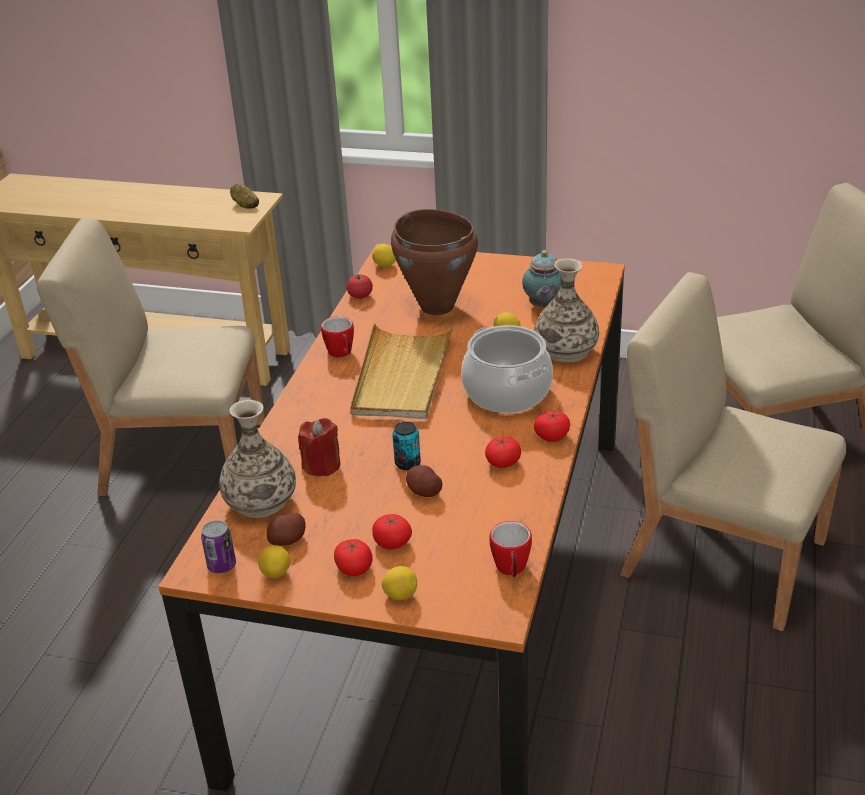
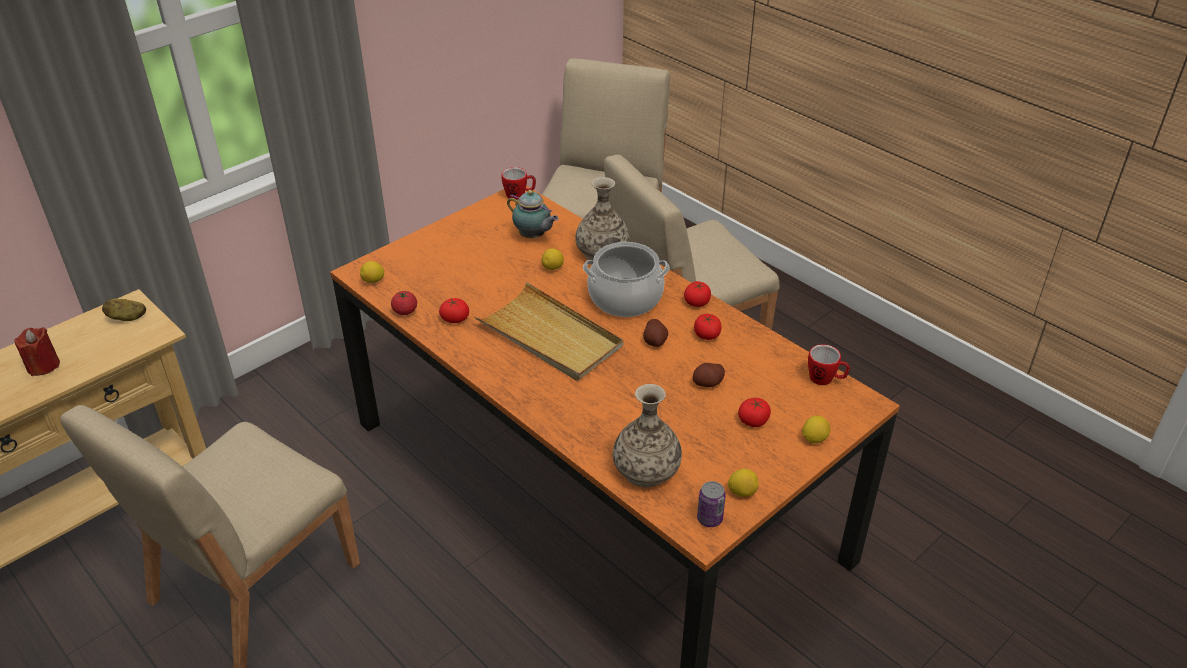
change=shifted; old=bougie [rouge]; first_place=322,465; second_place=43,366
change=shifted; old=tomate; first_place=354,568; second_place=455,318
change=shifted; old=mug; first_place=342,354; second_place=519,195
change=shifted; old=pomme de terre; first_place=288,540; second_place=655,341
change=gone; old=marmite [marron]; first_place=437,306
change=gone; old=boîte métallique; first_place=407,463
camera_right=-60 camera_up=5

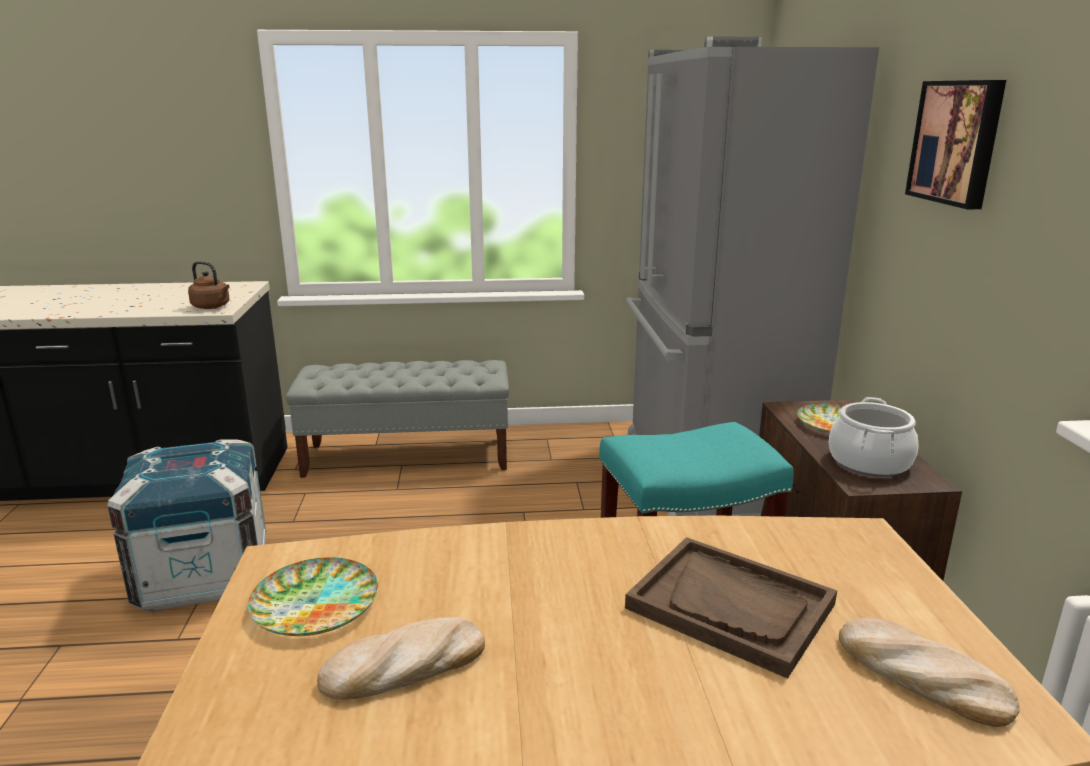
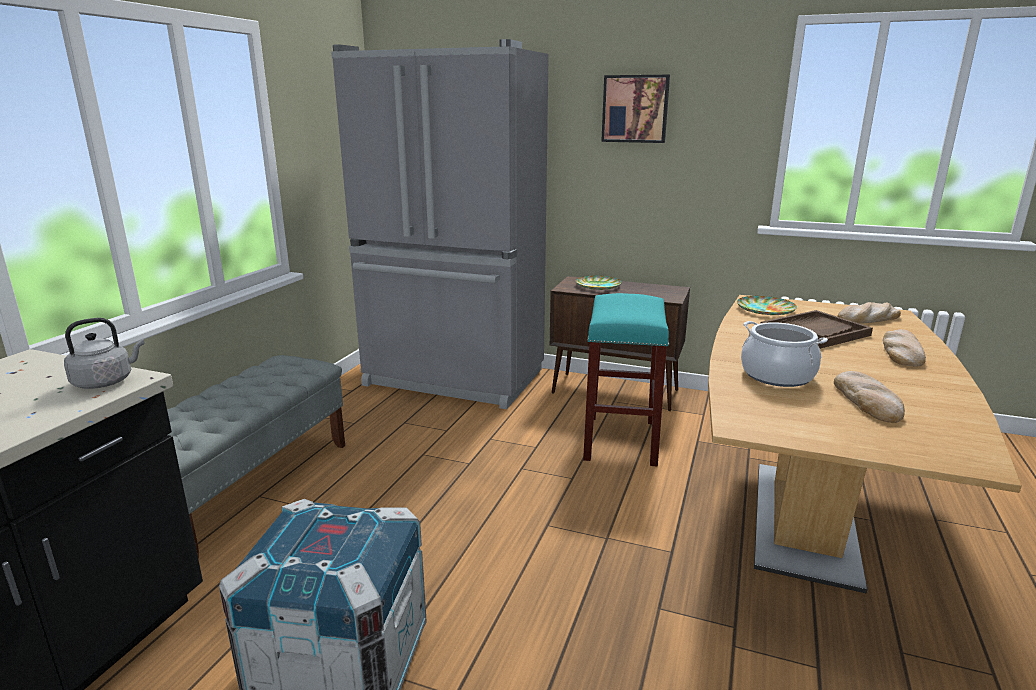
change=repainted; old=bouilloire [marron]; new=bouilloire [gris]; first_place=212,307; second_place=106,382
change=shifted; old=assiette; first_place=315,603; second_place=765,309
change=shifted; old=marmite; first_place=869,462; second_place=777,375
change=new; new=pain; second_place=901,352
camera_right=-65 camera_up=0

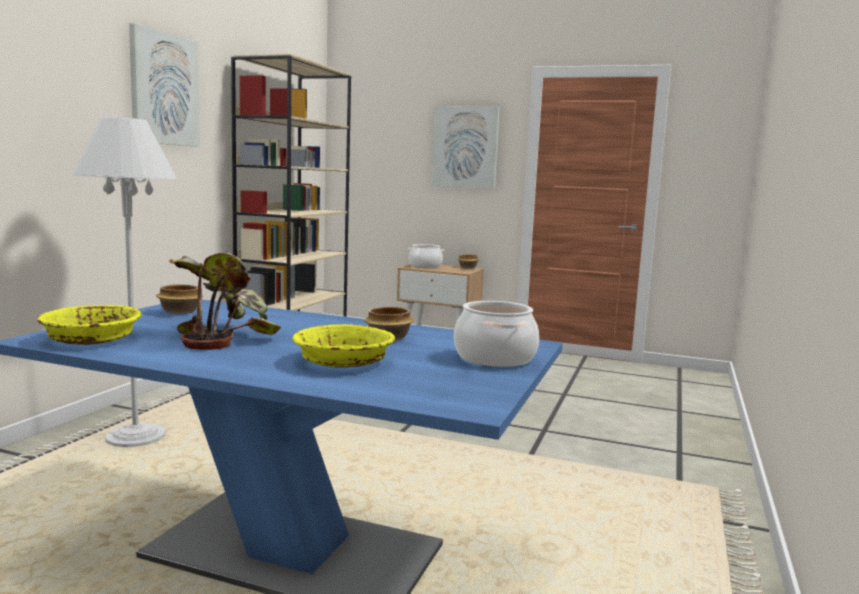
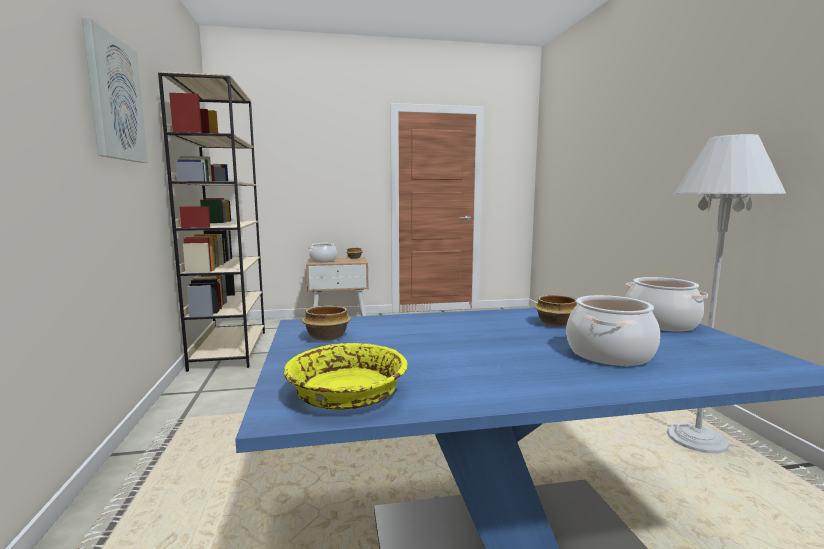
change=swapped; old=bol [jaune]; new=marmite; first_place=344,362; second_place=609,353
change=shifted; old=lampadaire [blanc]; first_place=136,437; second_place=696,439
change=gone; old=plante en pot; first_place=223,336
change=gone; old=tableau; first_place=465,147
camera_right=-30 camera_up=0

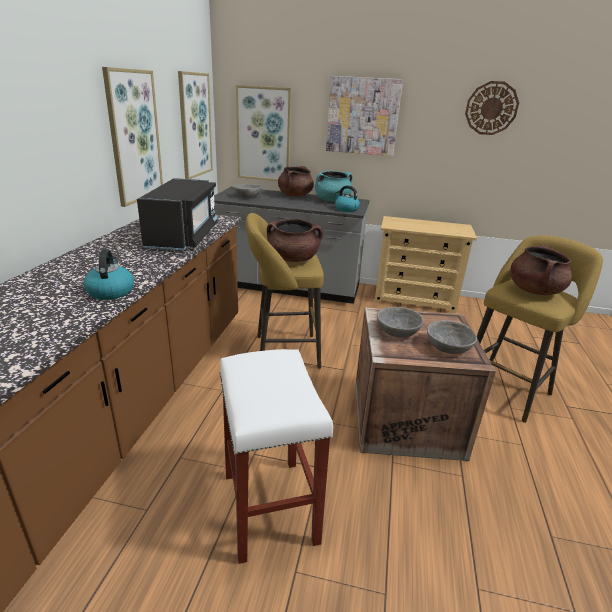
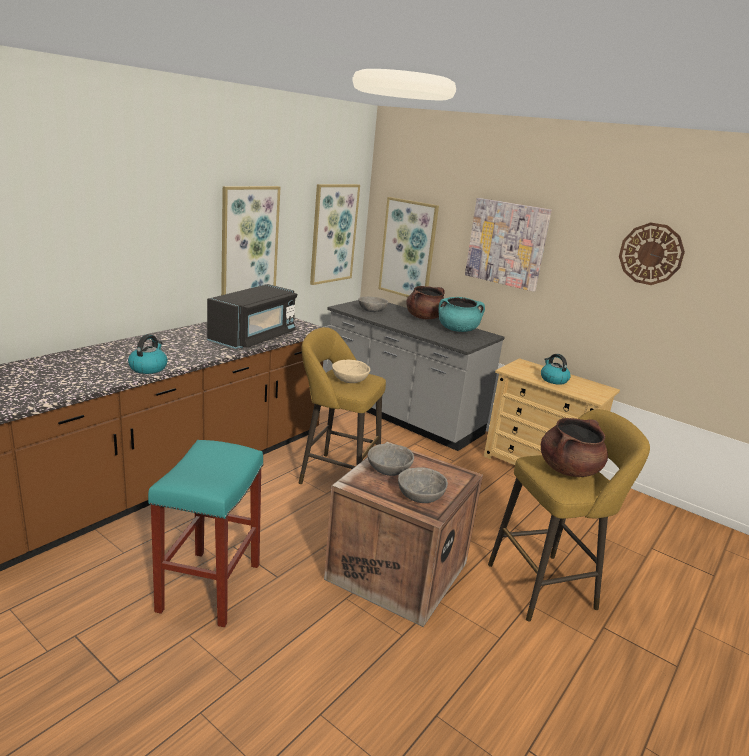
change=repainted; old=tabouret [blanc]; new=tabouret [turquoise]; first_place=271,508; second_place=210,588
change=swapped; old=marmite [marron]; new=bol [beige]; first_place=293,259; second_place=350,380
change=shifted; old=bouilloire; first_place=346,209; second_place=553,380
camera_right=25 camera_up=-5

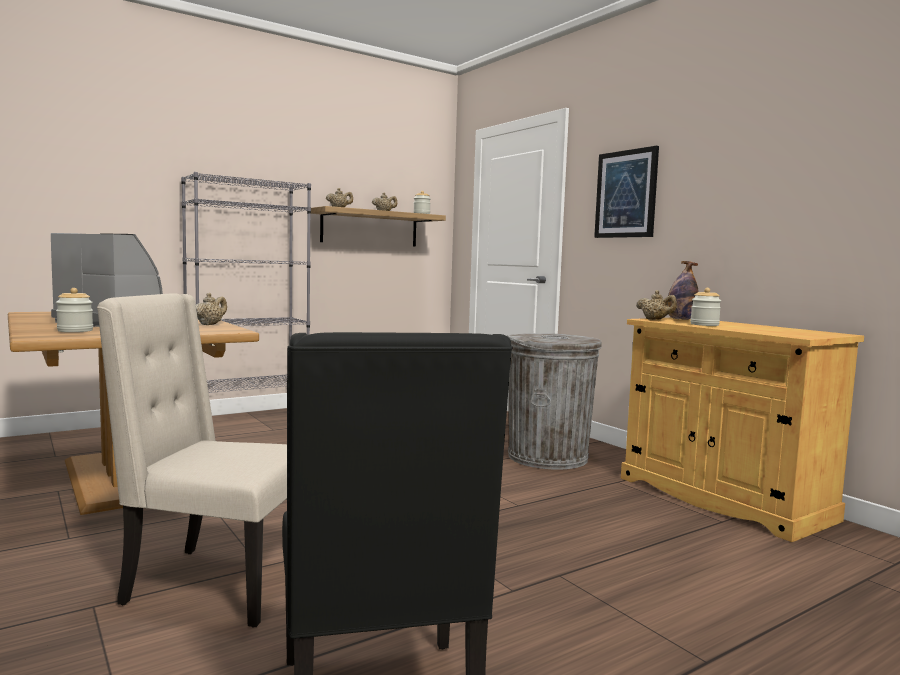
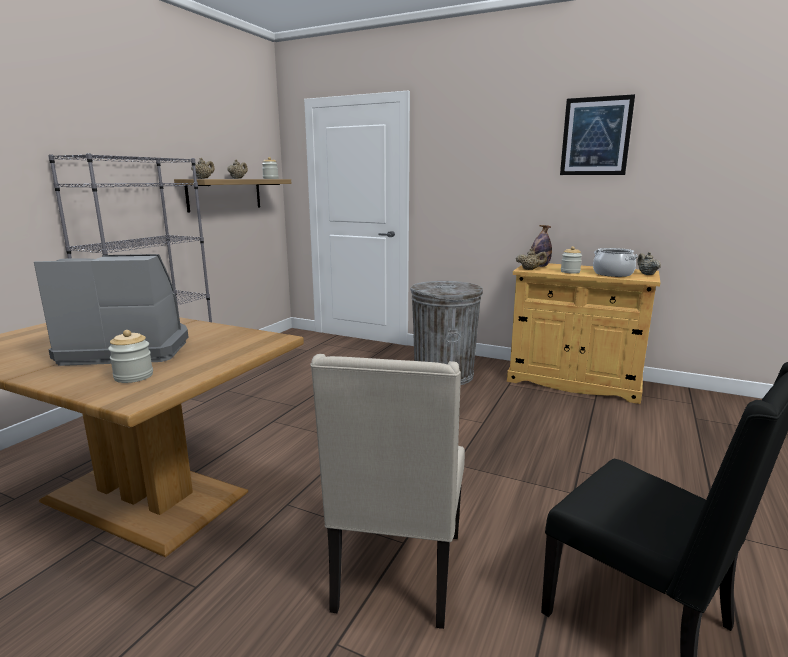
change=rotated; old=chaise [beige]; first_place=216,583; second_place=396,573; degrees=-60
change=shifted; old=tableau; first_place=626,194; second_place=596,136
change=new; new=marmite; second_place=612,274
change=shifted; old=théière [beige]; first_place=210,324; second_place=646,274
camera_right=-30 camera_up=10

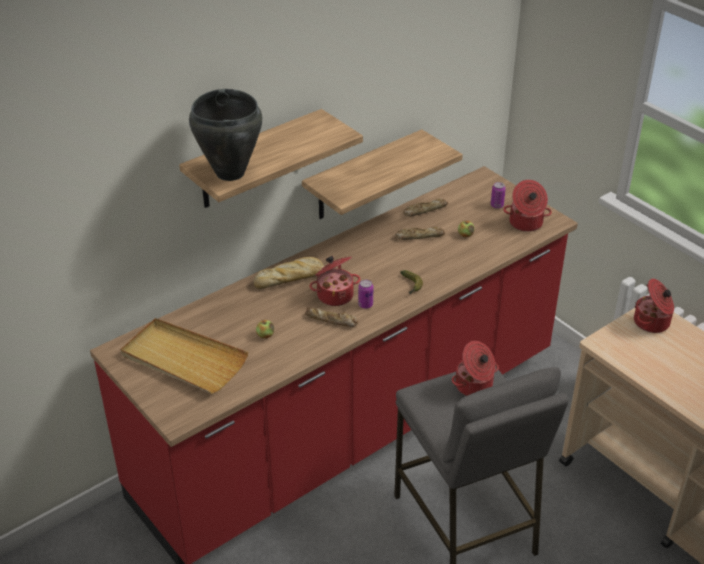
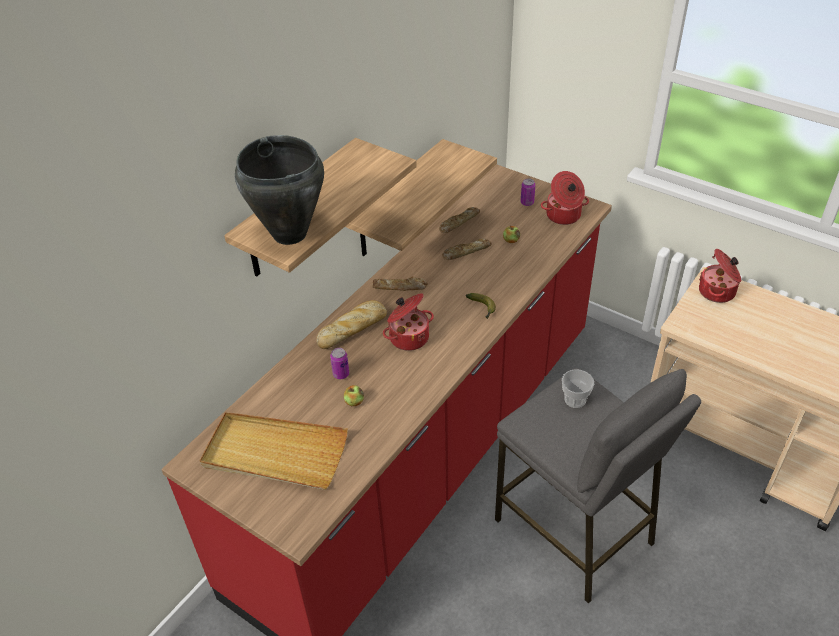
change=shifted; old=boîte métallique; first_place=365,305; second_place=341,374
change=shifted; old=pain; first_place=331,320; second_place=400,287
change=swapped; old=marmite; new=tasse; first_place=474,386; second_place=575,399
camera_right=-15 camera_up=5

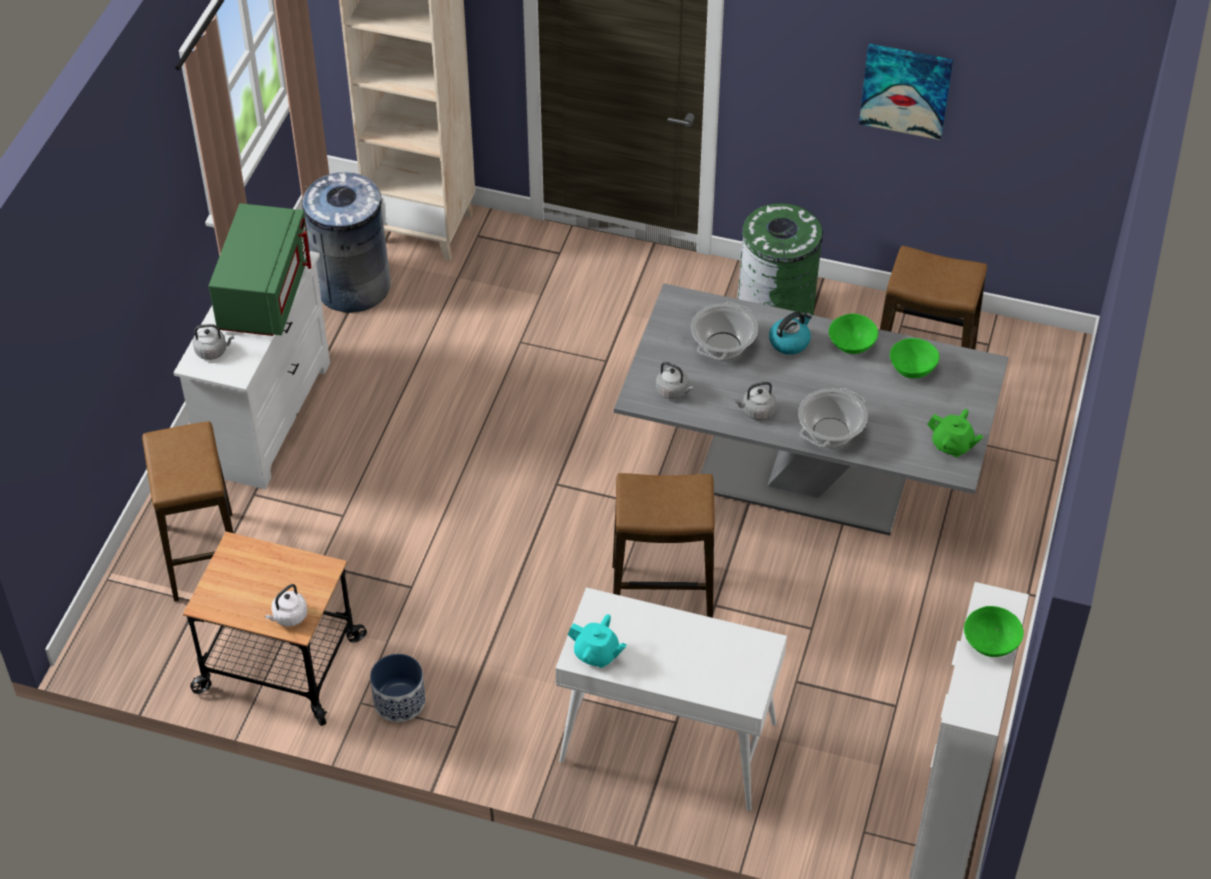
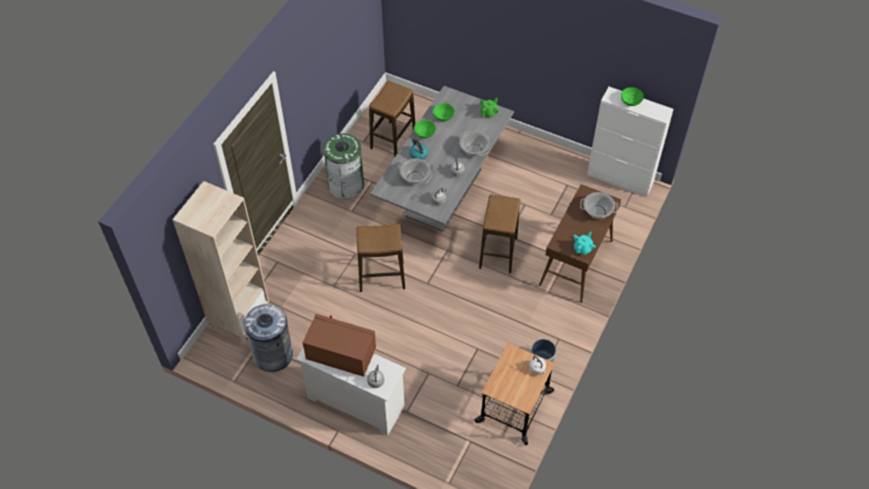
change=repainted; old=micro-ondes [vert]; new=micro-ondes [marron]; first_place=263,294; second_place=340,355
change=shifted; old=tabouret; first_place=203,556; second_place=381,277
change=repainted; old=table console [blanc]; new=table console [marron]; first_place=667,743; second_place=576,263
change=new; new=marmite; second_place=597,212
change=gone; old=tableau; first_place=906,90
camera_right=-80 camera_up=5

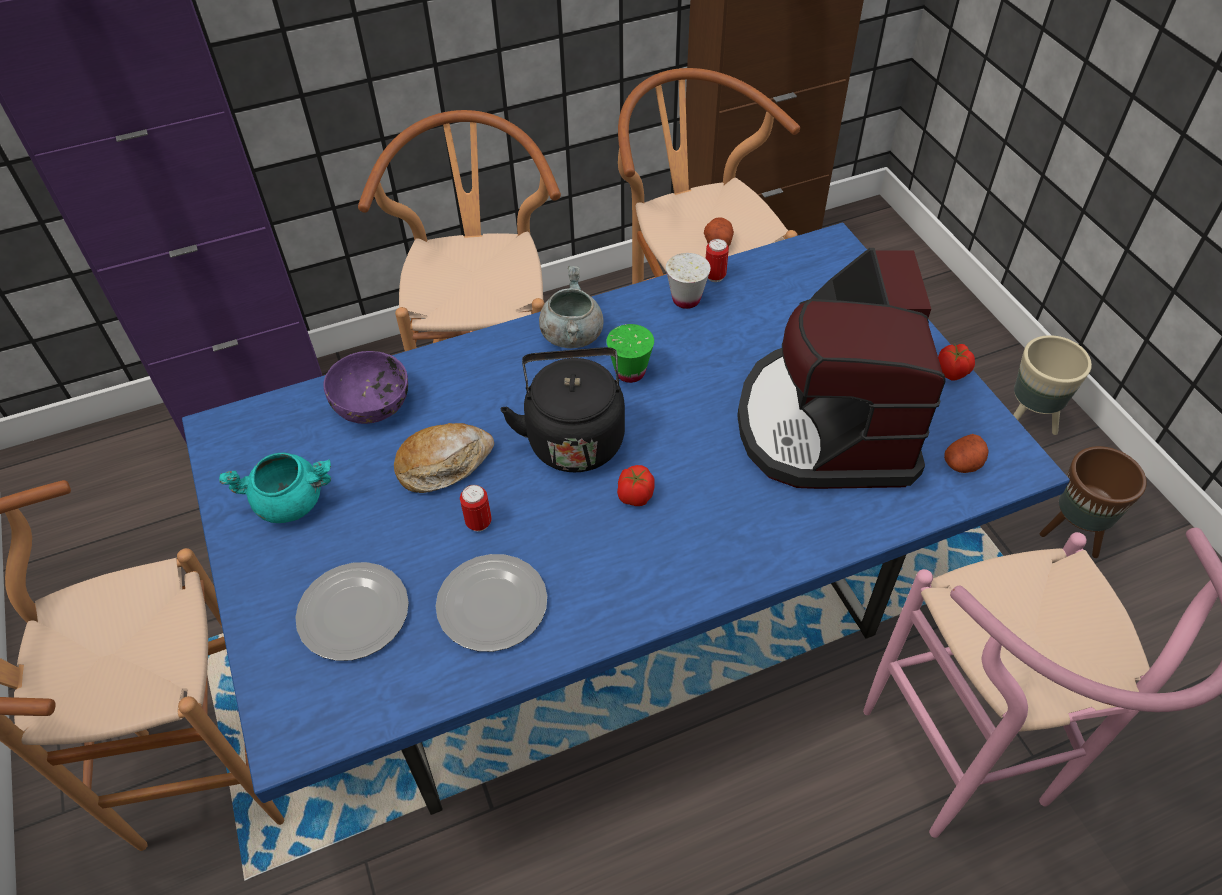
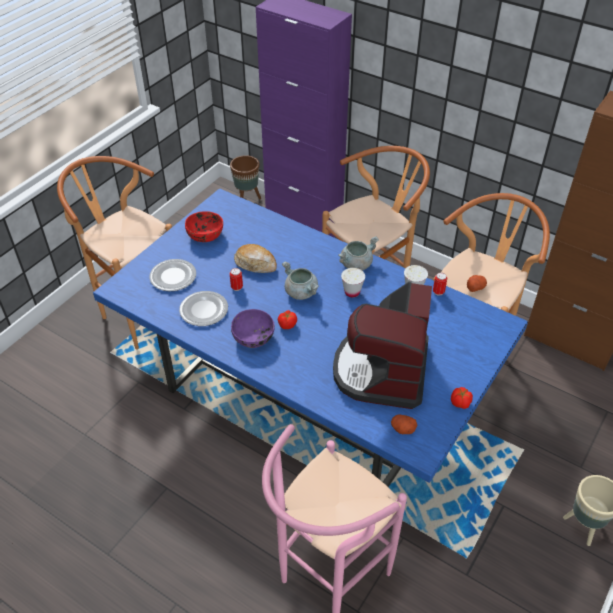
change=swapped; old=marmite [turquoise]; new=bol [rouge]; first_place=290,502; second_place=205,235
change=shifted; old=cache-pot [marron]; first_place=1072,534; second_place=247,199
change=shifted; old=bol [violet]; first_place=373,404; second_place=253,338
change=swapped; old=bouilloire [noir]; new=marmite [gris]; first_place=574,436; second_place=301,292
change=rotated; old=machine à café; first_place=827,424; second_place=382,370; degrees=-45
change=repainted; old=tasse [vert]; new=tasse [blanc]; first_place=630,372; second_place=352,292
camera_right=55 camera_up=-5

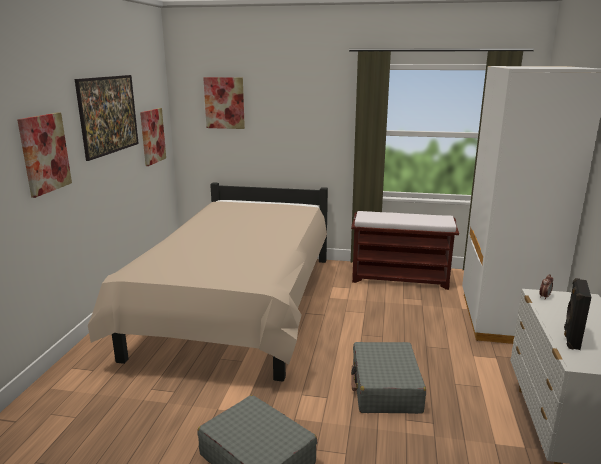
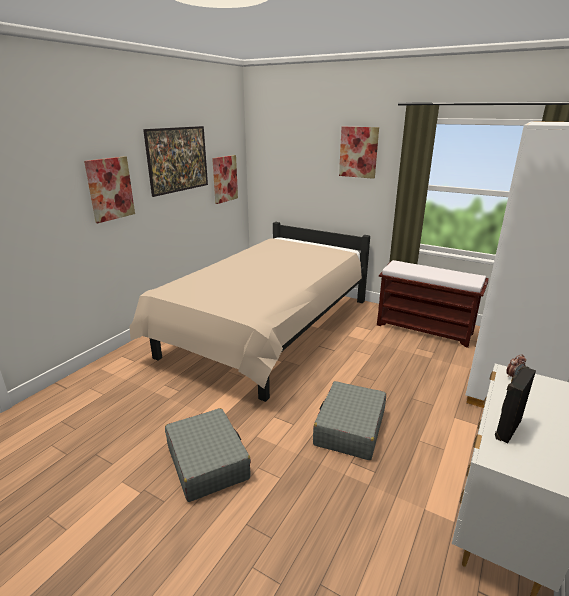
change=shifted; old=tableau; first_place=224,103; second_place=358,152
camera_right=20 camera_up=5

